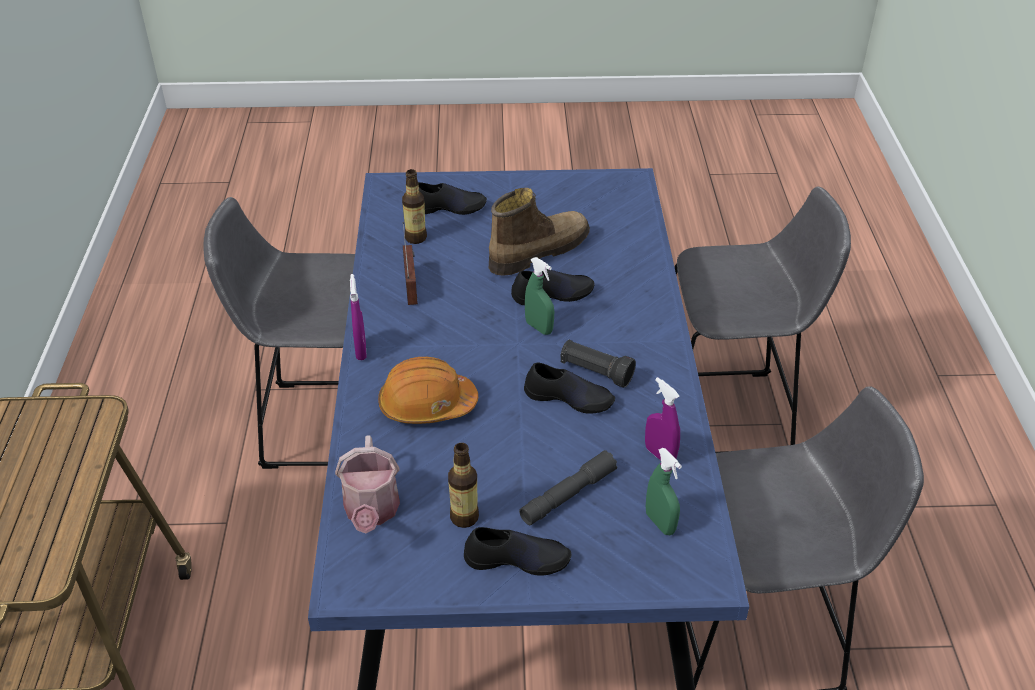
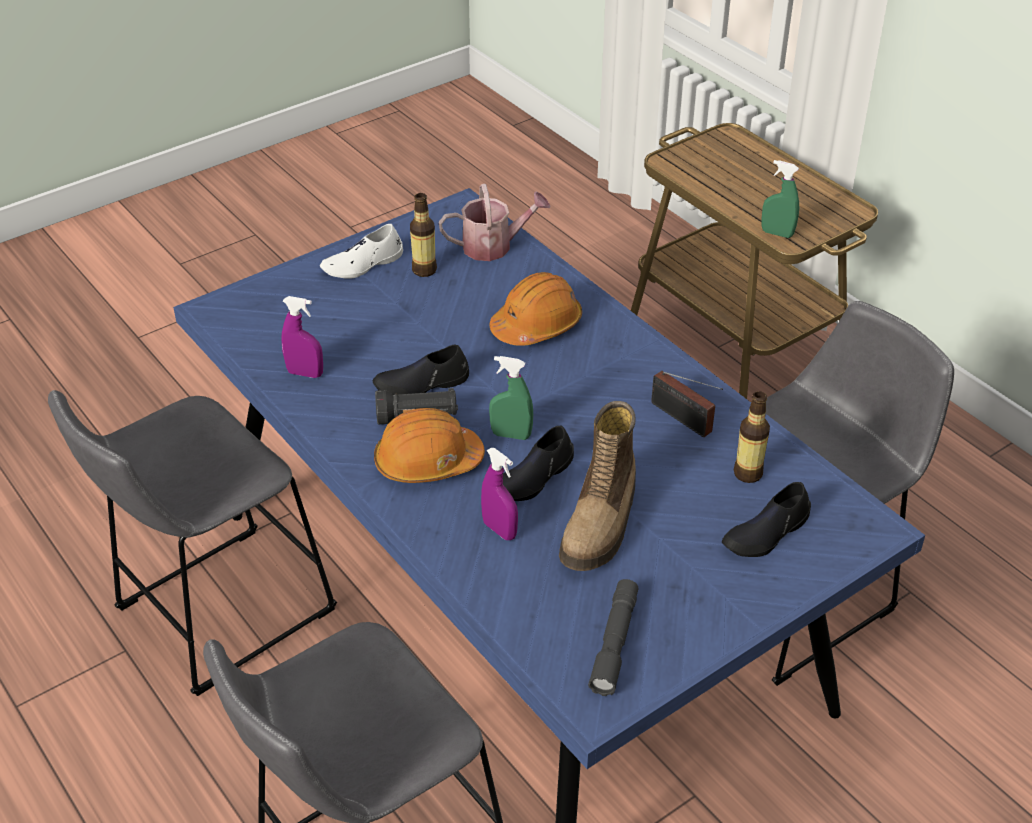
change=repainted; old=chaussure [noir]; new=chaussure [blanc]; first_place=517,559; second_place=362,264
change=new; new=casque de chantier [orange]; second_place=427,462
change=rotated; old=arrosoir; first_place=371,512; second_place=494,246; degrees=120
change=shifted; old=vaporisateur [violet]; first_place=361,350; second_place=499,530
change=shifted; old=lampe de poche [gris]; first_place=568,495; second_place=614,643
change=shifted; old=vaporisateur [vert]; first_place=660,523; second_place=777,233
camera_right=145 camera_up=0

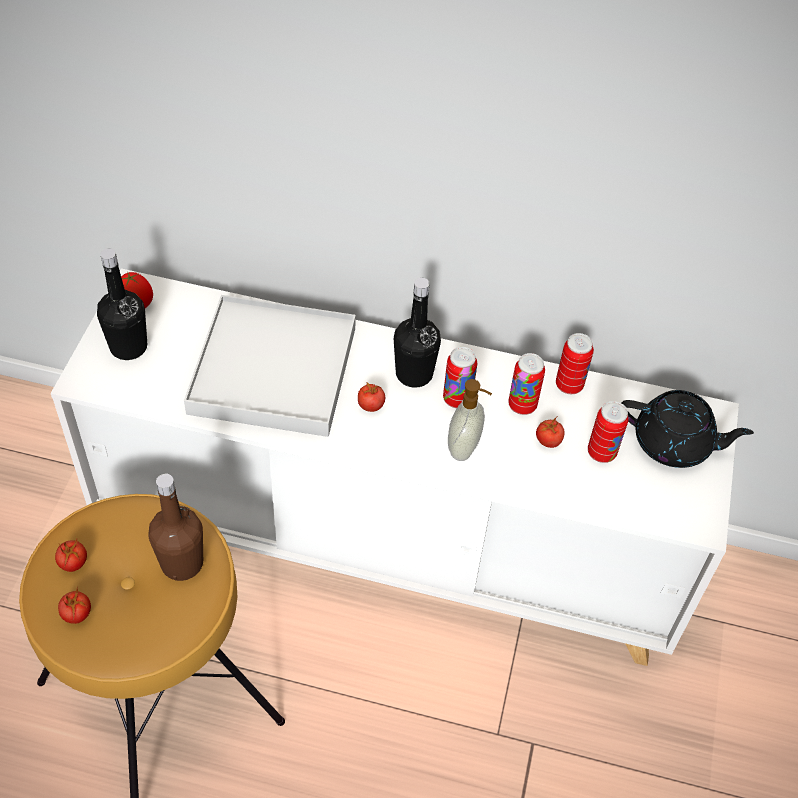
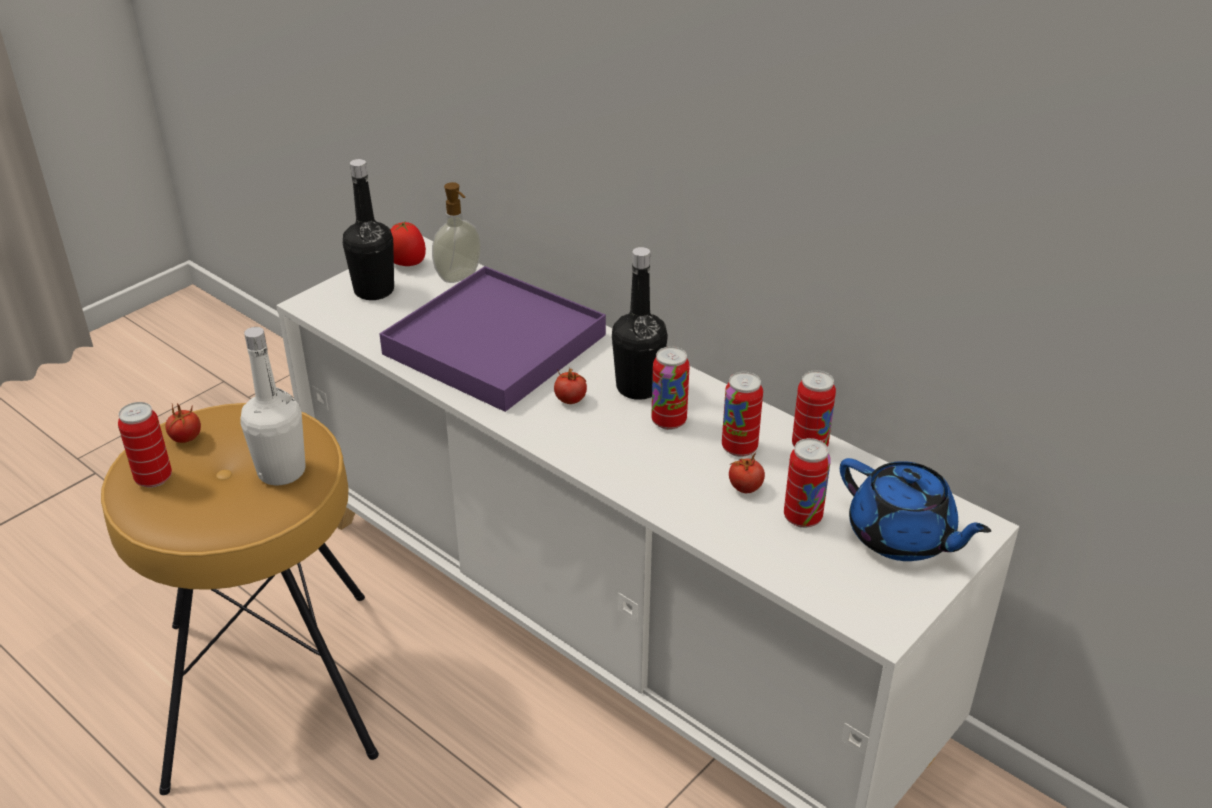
change=swapped; old=tomate; new=boîte métallique; first_place=77,614; second_place=153,478
change=repainted; old=bouteille [marron]; new=bouteille [blanc]; first_place=182,563; second_place=281,471
change=repainted; old=plateau [blanc]; new=plateau [violet]; first_place=272,370; second_place=494,344
change=shifted; old=distributeur de savon; first_place=464,448; second_place=460,277
change=repainted; old=théière [noir]; new=théière [bleu]; first_place=674,443; second_place=902,537
camera_right=30 camera_up=-15

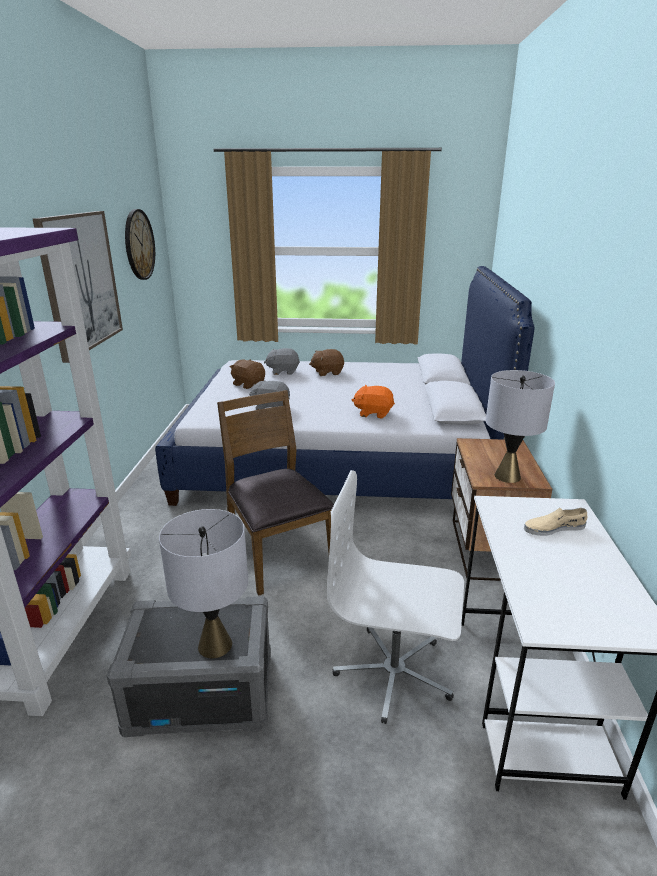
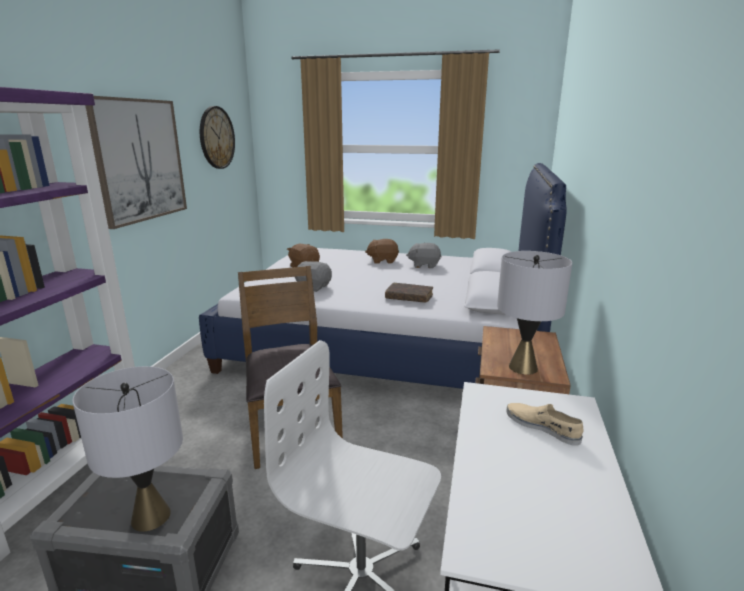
change=swapped; old=peluche [orange]; new=livre [marron]; first_place=373,413; second_place=409,298
change=shifted; old=peluche [gris]; first_place=283,371; second_place=424,265
change=rotated; old=chaussure [beige]; first_place=553,528; second_place=542,427; degrees=45
camera_right=10 camera_up=-5

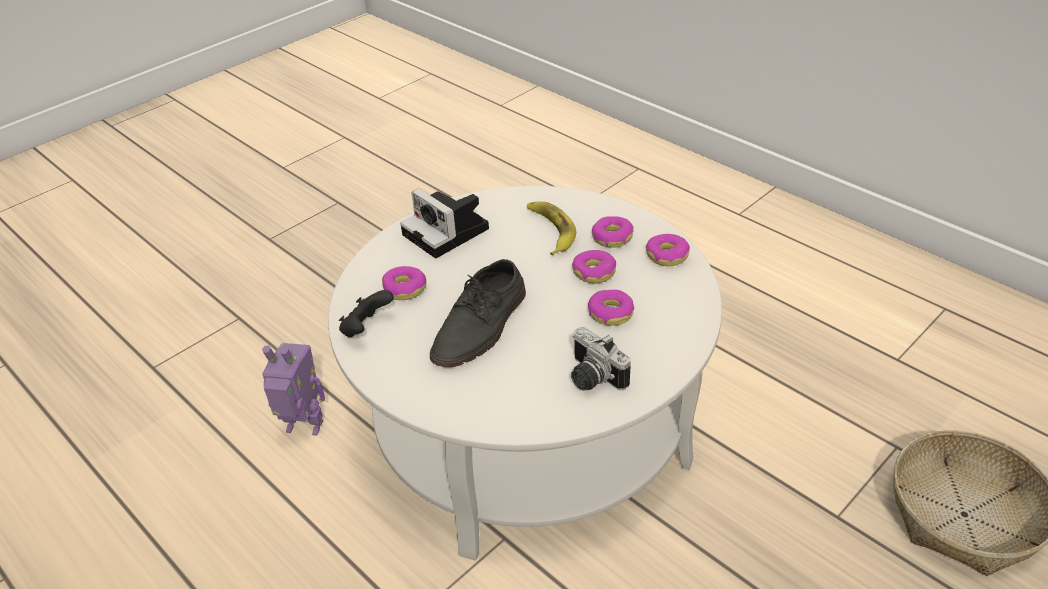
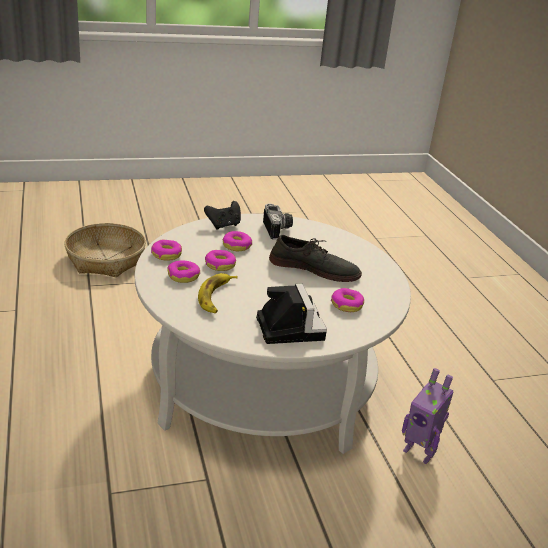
change=shifted; old=manette [noir]; first_place=366,329; second_place=223,225
change=rotated; old=chaussure [gris]; first_place=481,326; second_place=314,268; degrees=45
camera_right=-155 camera_up=-10

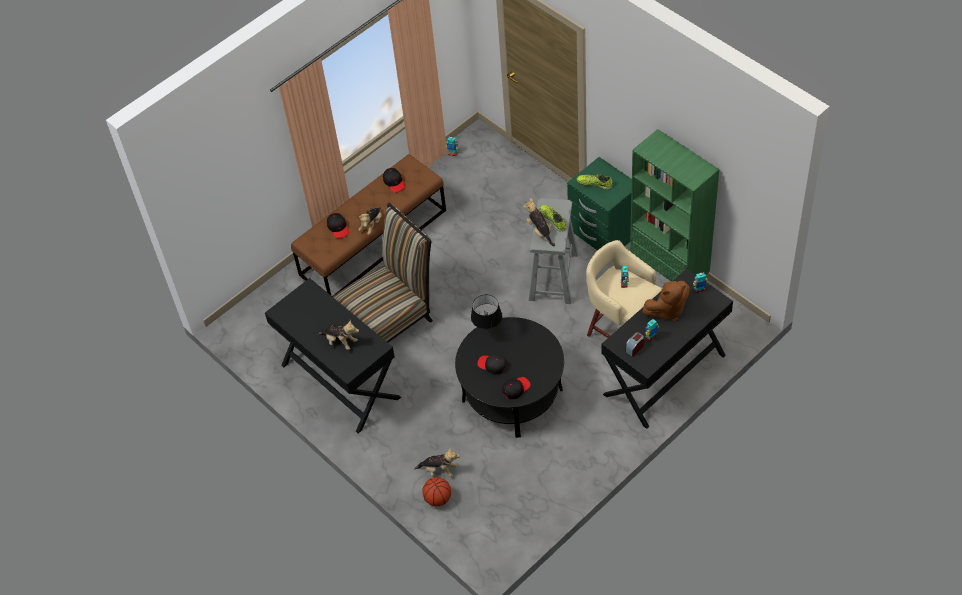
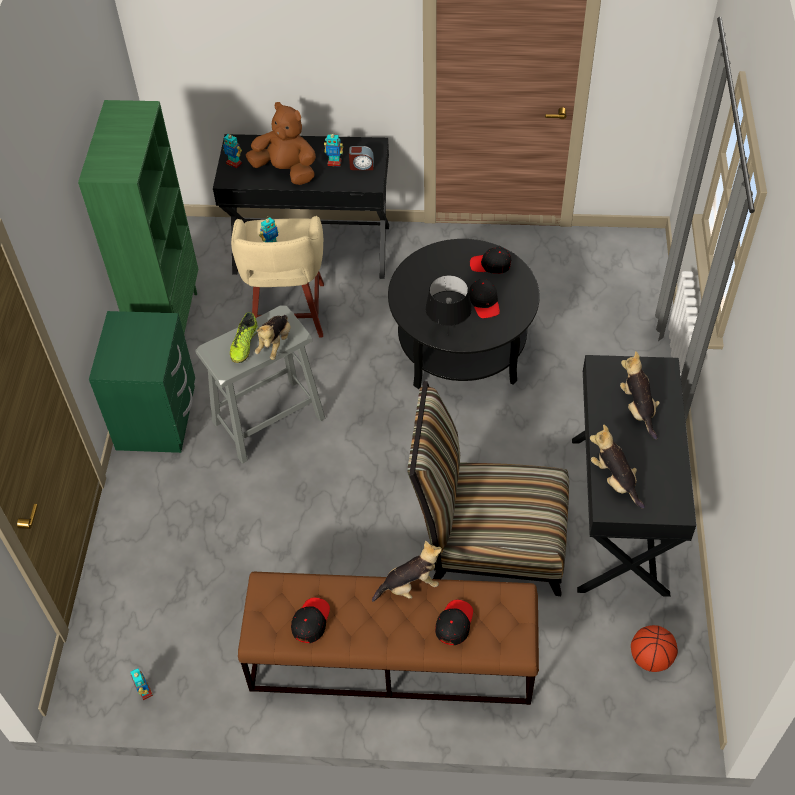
change=shifted; old=peluche; first_place=439,470; second_place=615,480
change=shifted; old=ballon de basket; first_place=438,499; second_place=650,658
change=gone; old=chaussure; first_place=594,183
camera_right=-135 camera_up=0

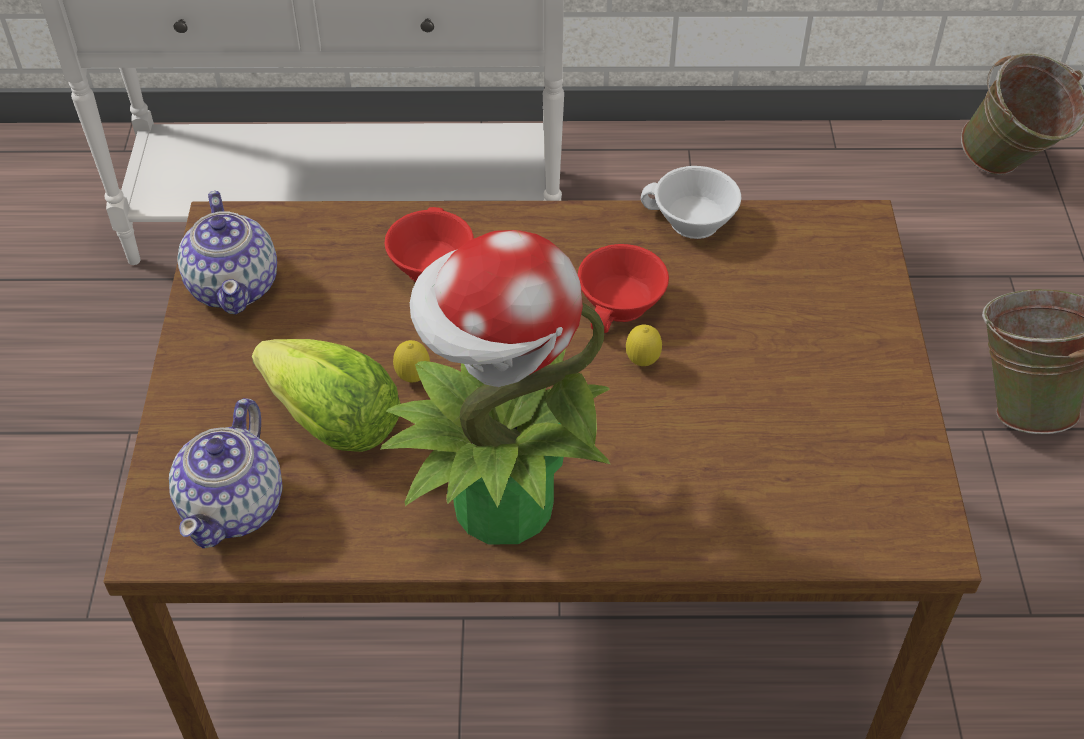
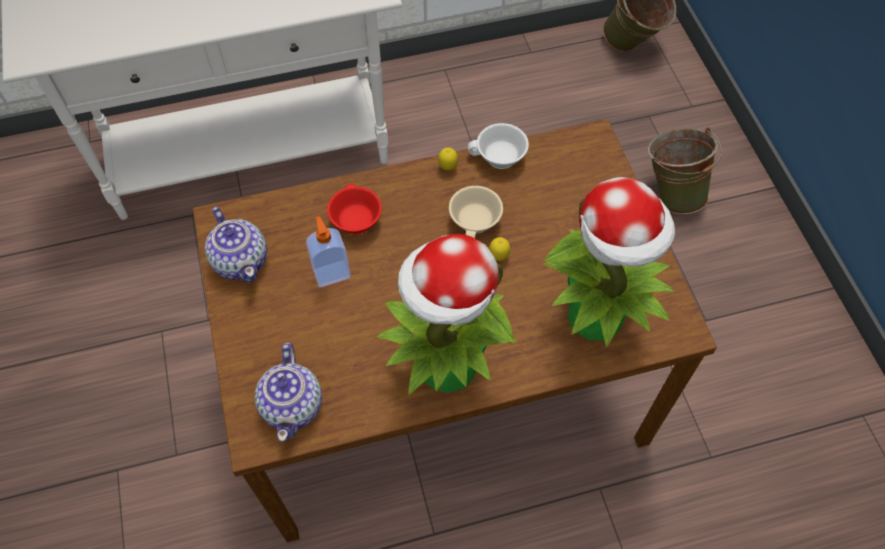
change=new; new=distributeur de savon; second_place=331,272
change=shifted; old=citron; first_place=413,378; second_place=448,168
change=repainted; old=tasse [rouge]; new=tasse [beige]; first_place=623,306; second_place=476,222
change=new; new=plante en pot; second_place=597,317
change=gone; old=laitue; first_place=334,423
camera_right=-15 camera_up=10

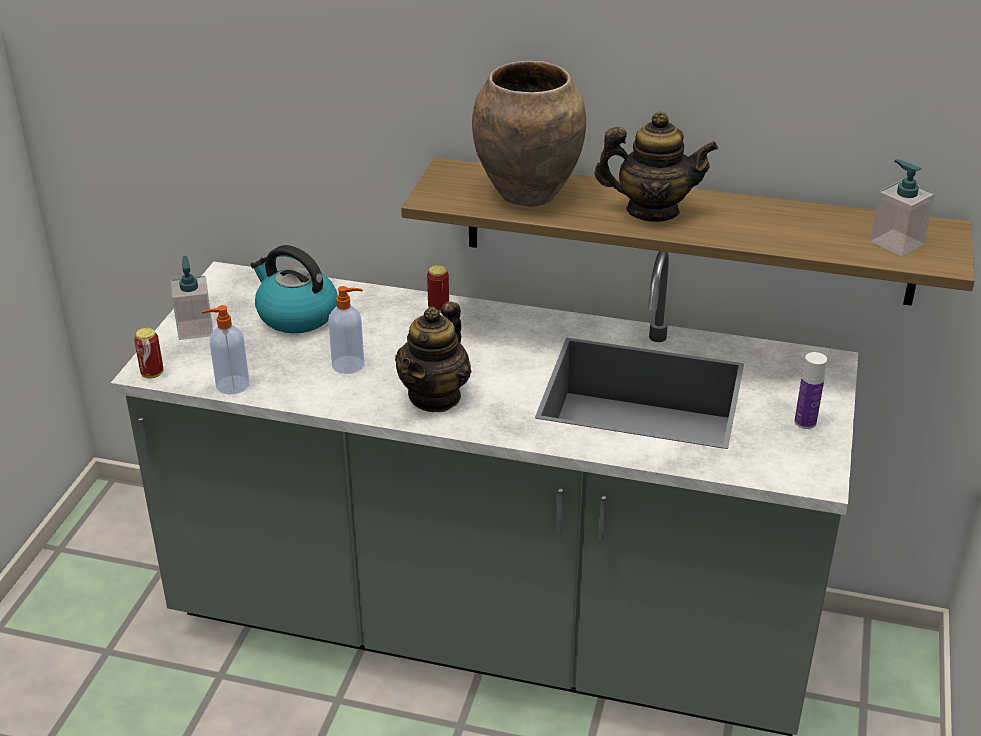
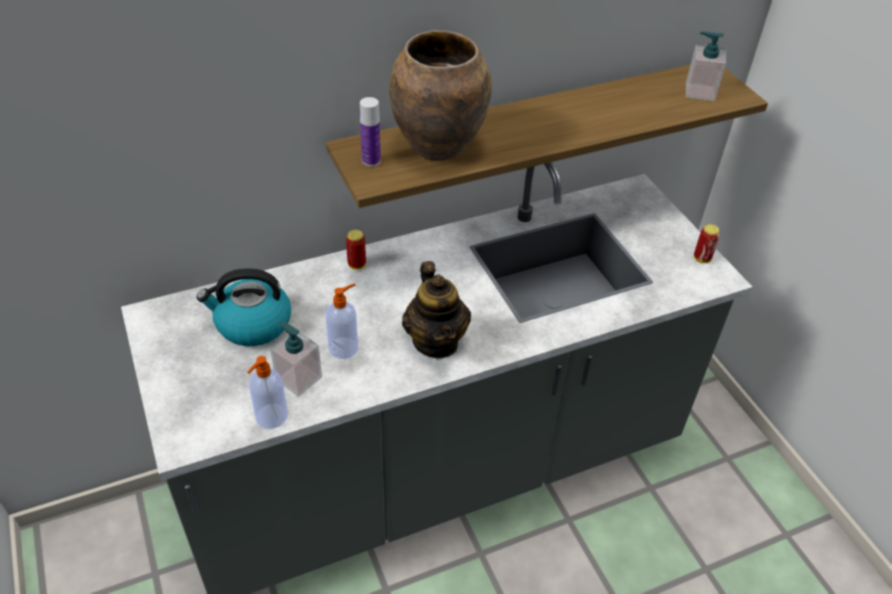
change=shifted; old=distributeur de savon; first_place=195,329; second_place=298,378
change=shifted; old=bouteille; first_place=805,422; second_place=371,160
change=shifted; old=boîte métallique; first_place=152,374; second_place=701,258
change=gone; old=théière; first_place=652,211
camera_right=-40 camera_up=10

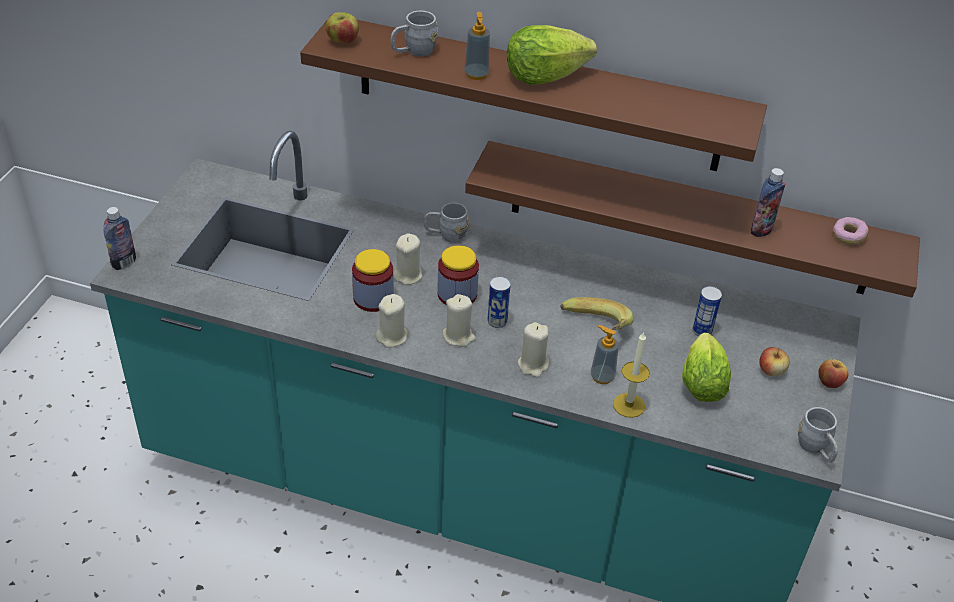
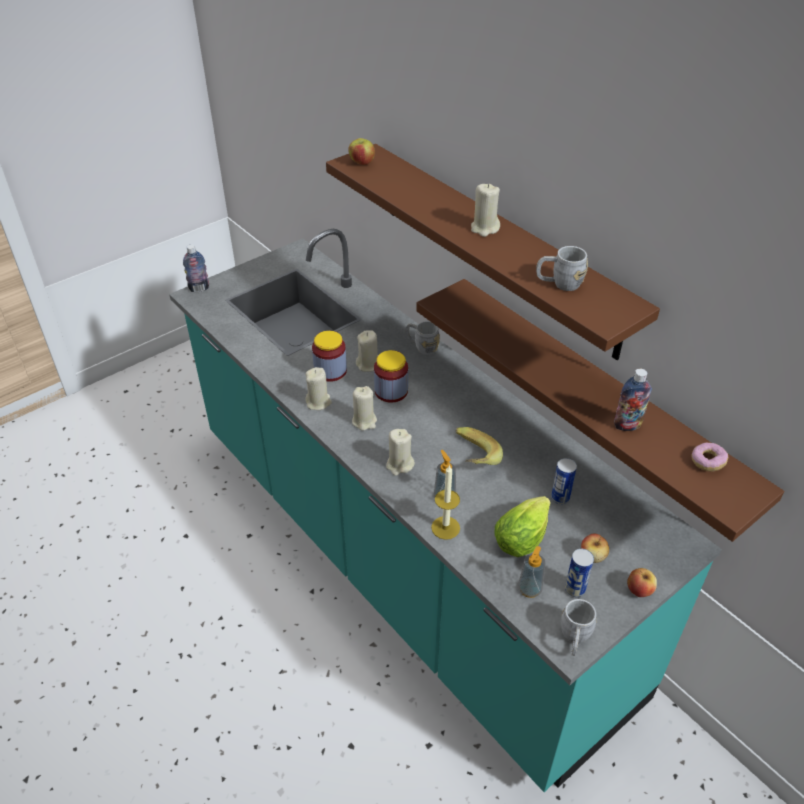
change=swapped; old=laitue; new=bougie [beige]; first_place=544,76; second_place=484,228
change=shifted; old=distributeur de savon; first_place=476,74; second_place=529,589
change=shifted; old=mug [gris]; first_place=413,52; second_place=559,283
change=shifted; old=boîte métallique; first_place=497,321; second_place=575,589
camera_right=35 camera_up=0

